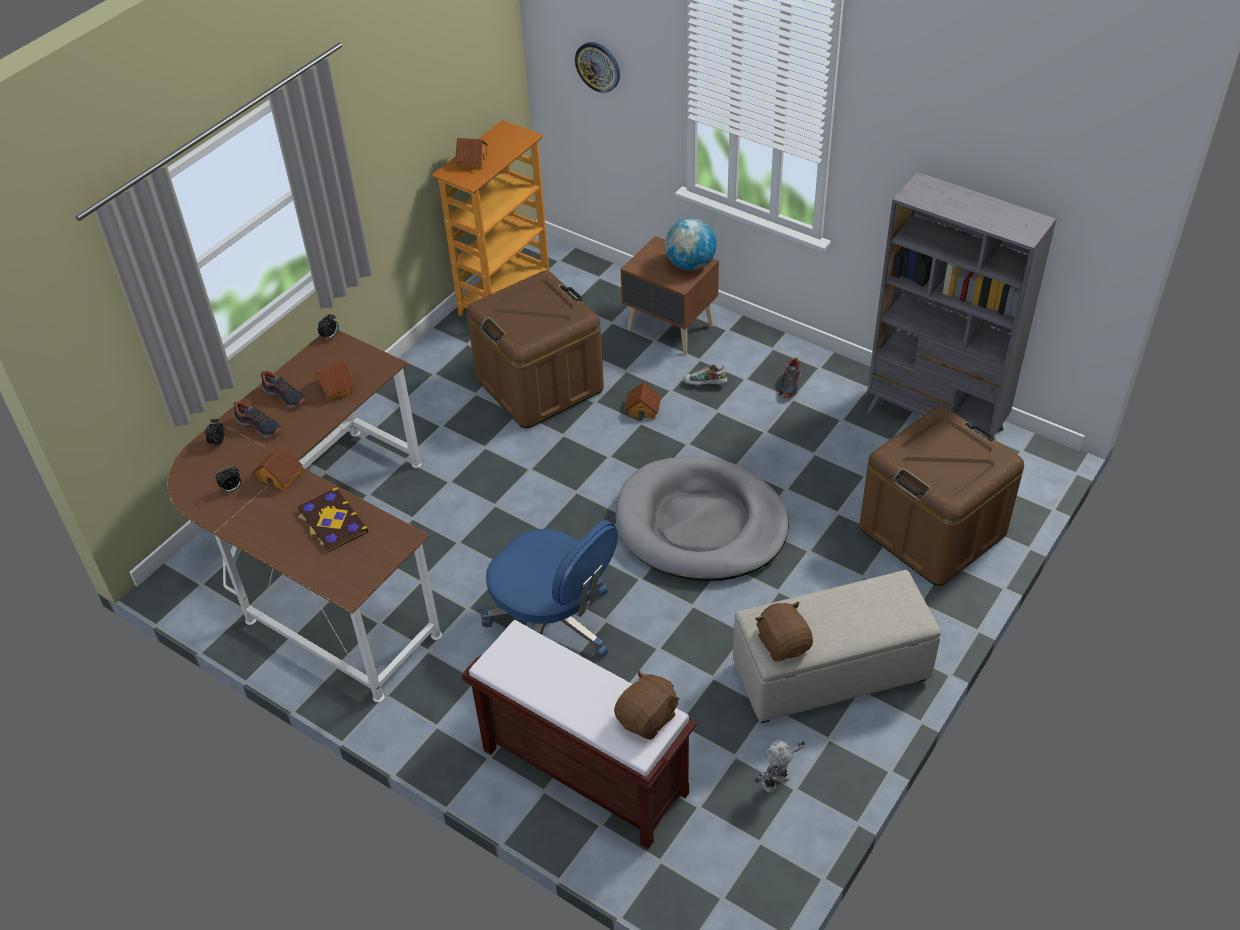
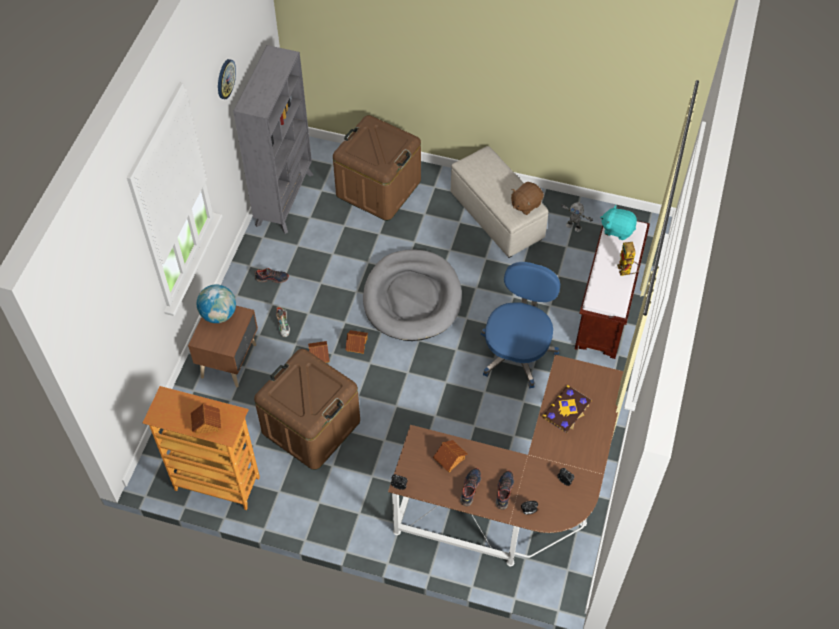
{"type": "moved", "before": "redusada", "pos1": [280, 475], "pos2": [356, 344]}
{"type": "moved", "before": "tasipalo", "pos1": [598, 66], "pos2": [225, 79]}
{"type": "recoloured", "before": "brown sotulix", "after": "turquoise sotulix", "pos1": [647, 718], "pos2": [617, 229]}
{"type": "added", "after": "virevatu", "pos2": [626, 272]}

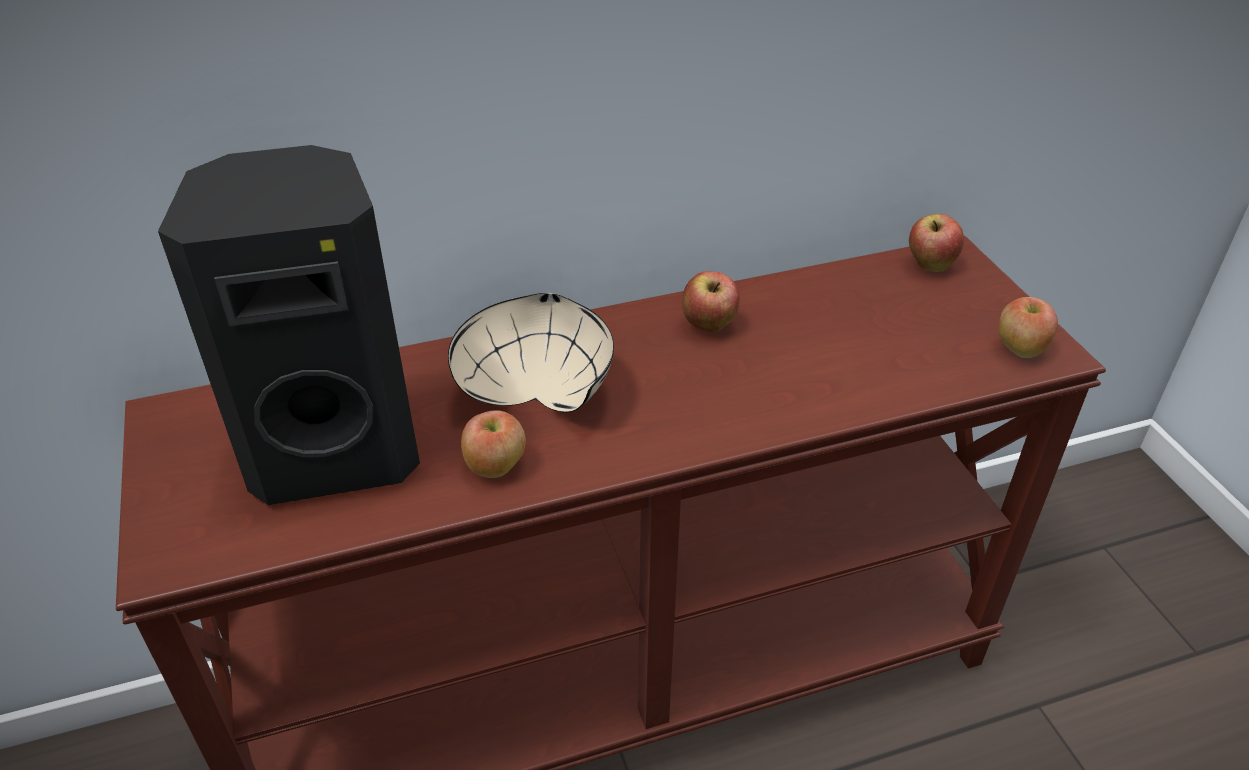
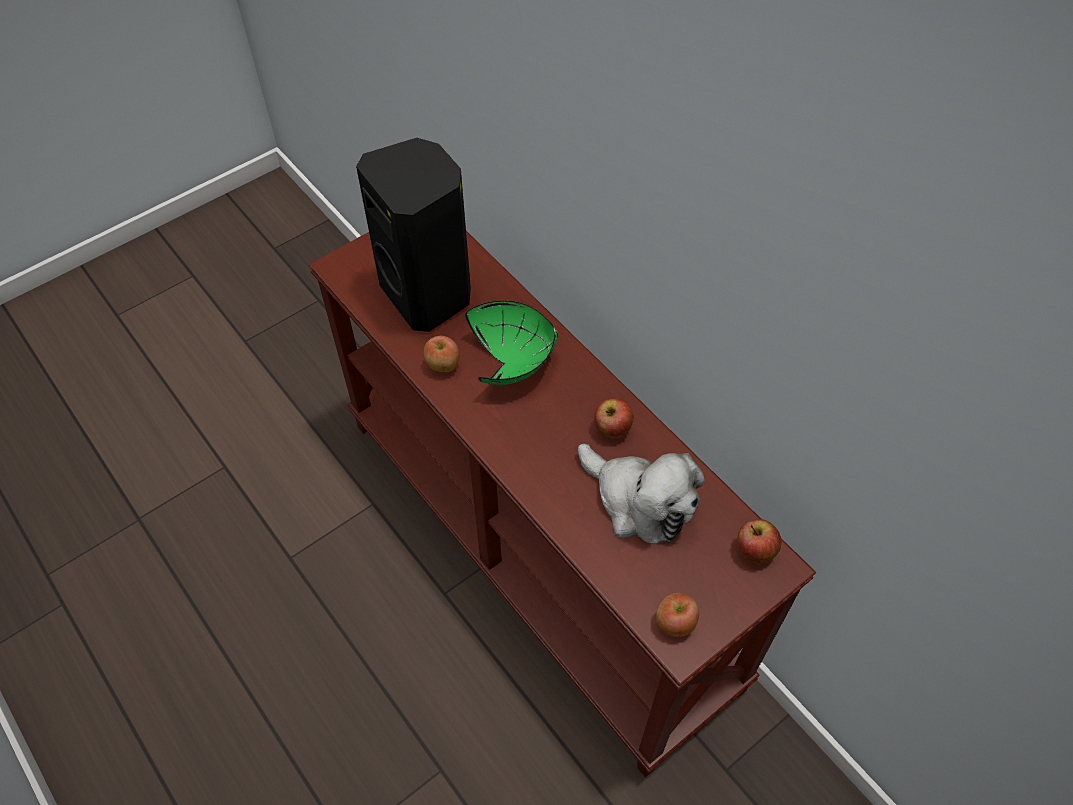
{"type": "recoloured", "before": "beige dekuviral", "after": "green dekuviral", "pos1": [537, 387], "pos2": [514, 361]}
{"type": "added", "after": "sotulix", "pos2": [639, 501]}

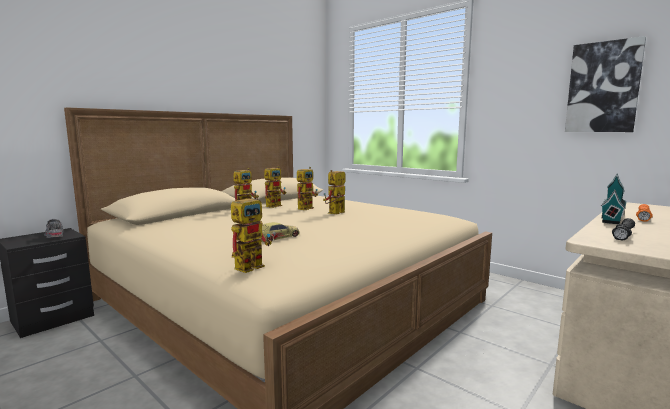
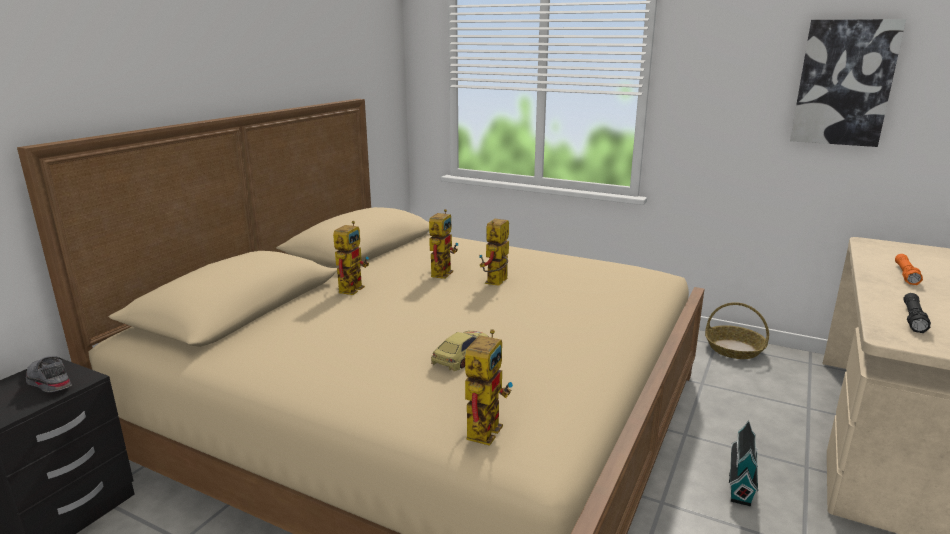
{"type": "removed", "before": "virevatu", "pos1": [275, 205]}
{"type": "moved", "before": "redusada", "pos1": [612, 218], "pos2": [741, 480]}
{"type": "added", "after": "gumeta", "pos2": [734, 349]}

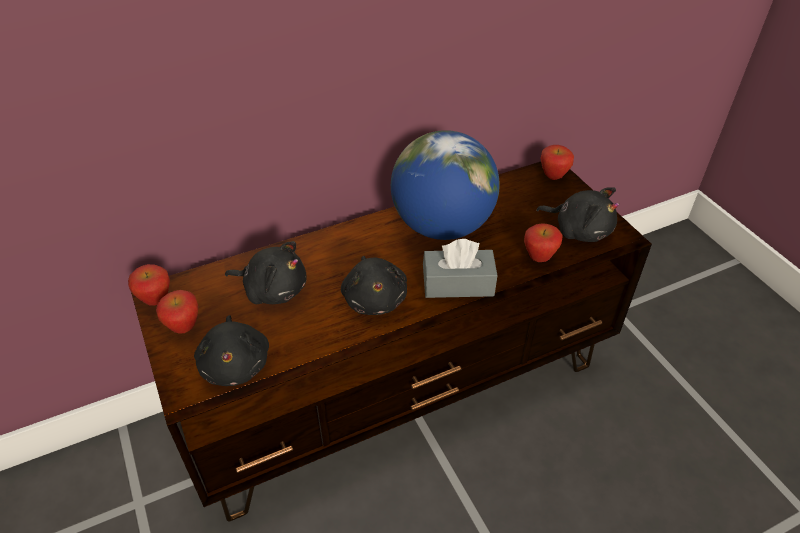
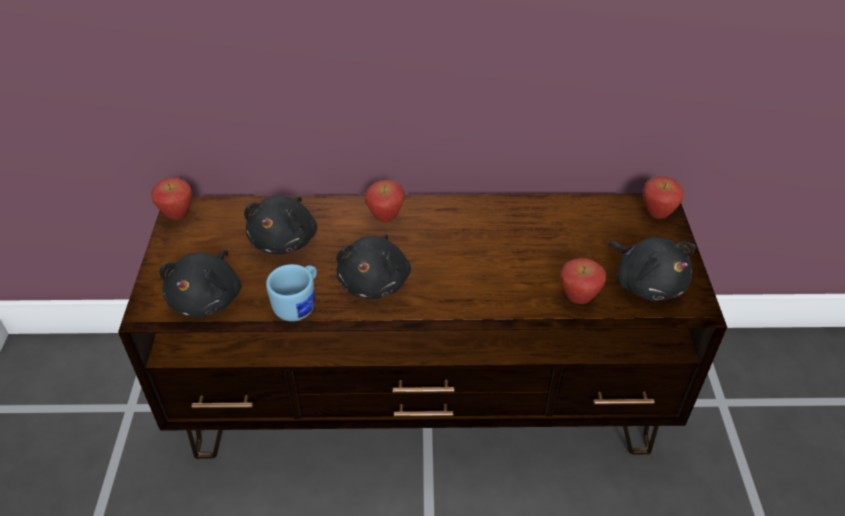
{"type": "moved", "before": "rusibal", "pos1": [184, 327], "pos2": [385, 218]}
{"type": "turned", "before": "black sotulix", "pos1": [273, 289], "pos2": [285, 240], "turn": 60}
{"type": "removed", "before": "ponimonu", "pos1": [442, 226]}
{"type": "removed", "before": "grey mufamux", "pos1": [458, 284]}
{"type": "added", "after": "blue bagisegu", "pos2": [299, 304]}

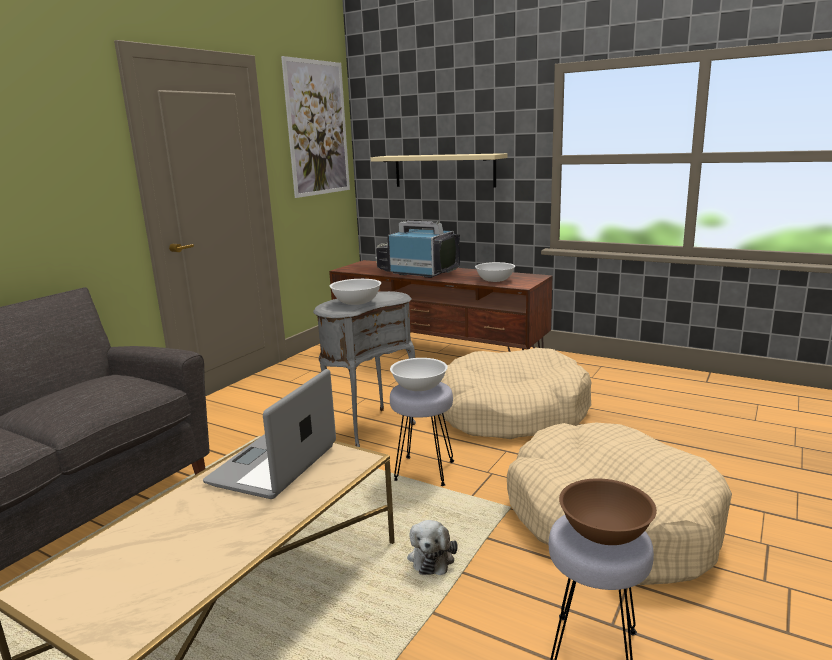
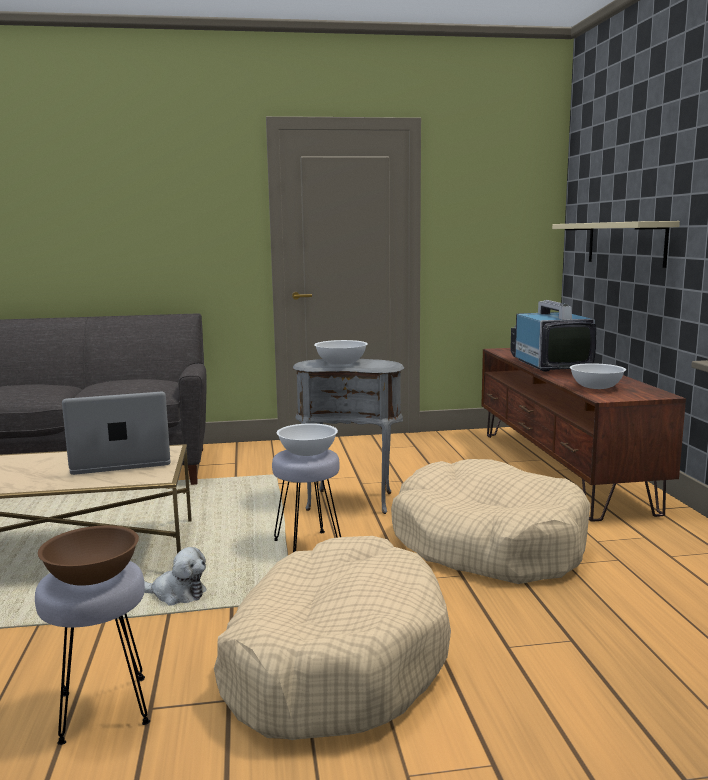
{"type": "removed", "before": "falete", "pos1": [317, 128]}
{"type": "turned", "before": "sotulix", "pos1": [431, 557], "pos2": [176, 595], "turn": -135}

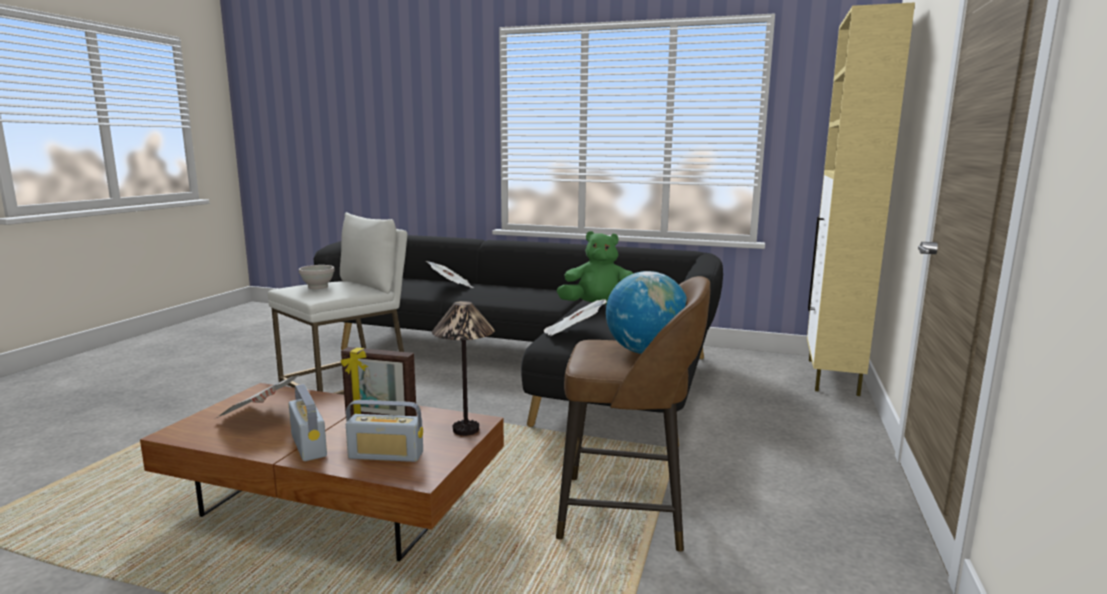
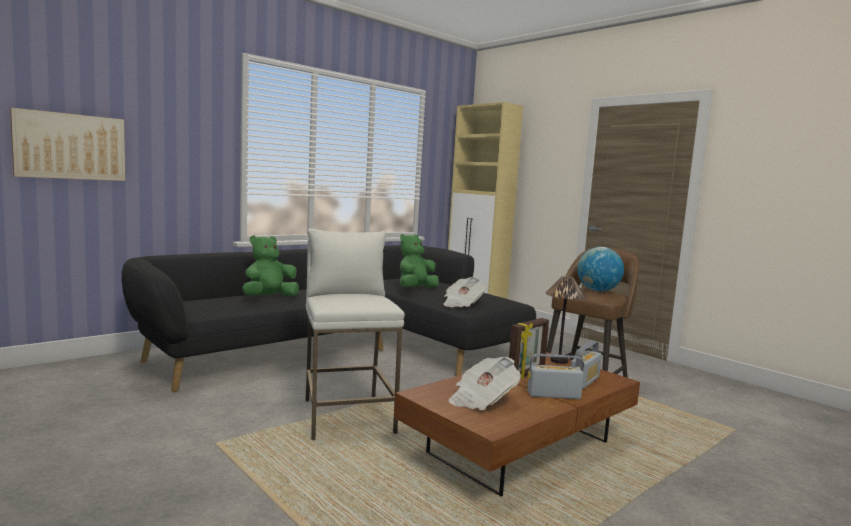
{"type": "removed", "before": "white dekuviral", "pos1": [318, 287]}
{"type": "replaced", "before": "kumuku", "after": "green sotulix", "pos1": [451, 287], "pos2": [269, 298]}
{"type": "added", "after": "falete", "pos2": [70, 146]}

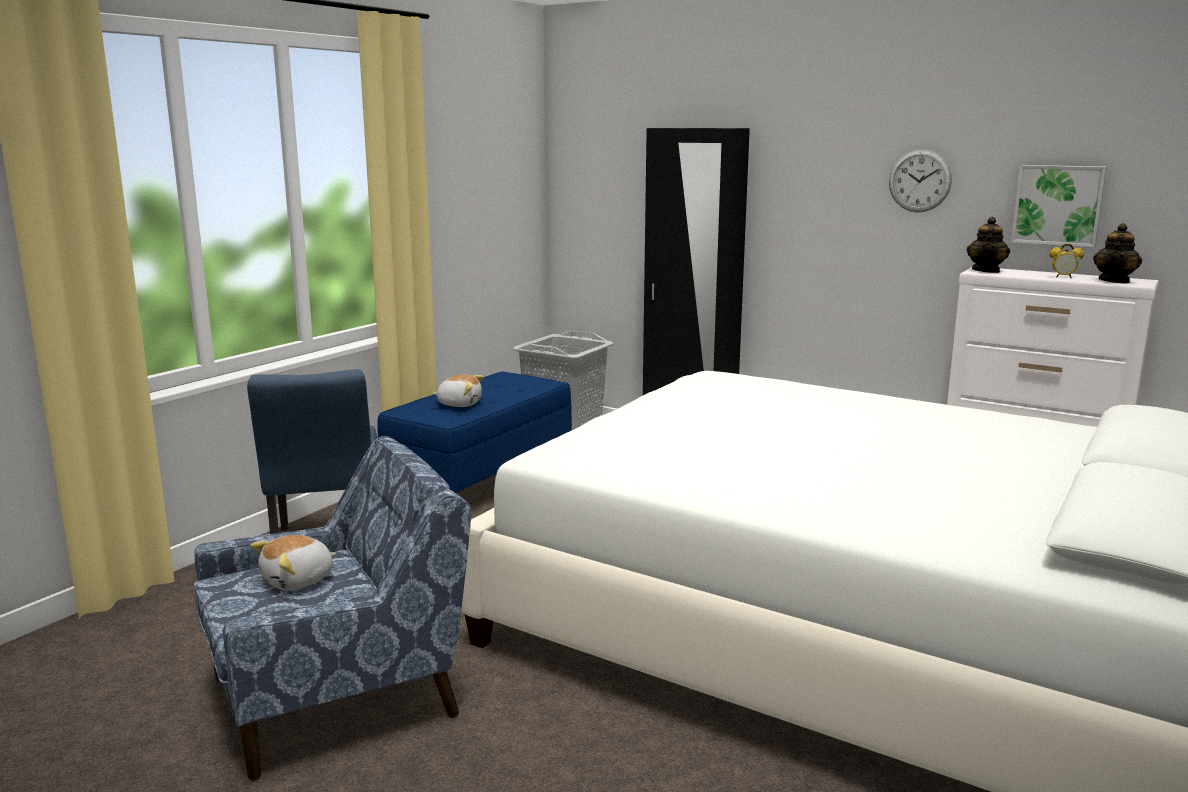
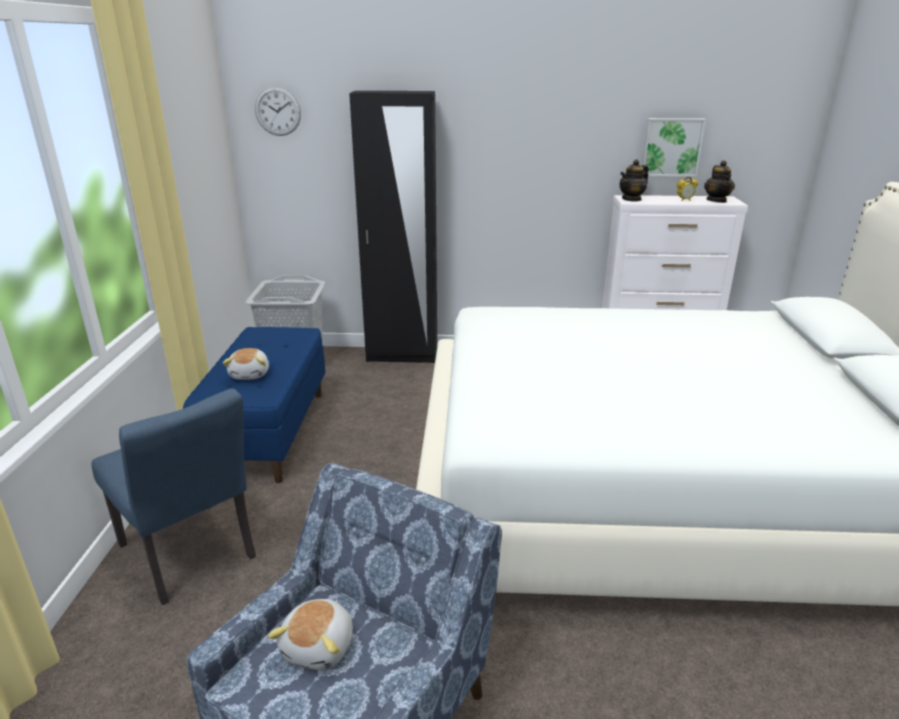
{"type": "turned", "before": "sotulix", "pos1": [459, 404], "pos2": [250, 374], "turn": 105}
{"type": "moved", "before": "tasipalo", "pos1": [919, 181], "pos2": [278, 111]}
{"type": "turned", "before": "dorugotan", "pos1": [986, 271], "pos2": [632, 199], "turn": 60}

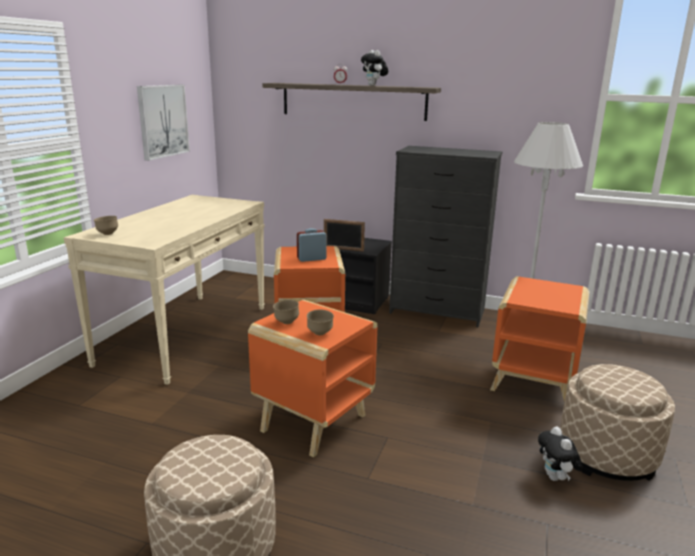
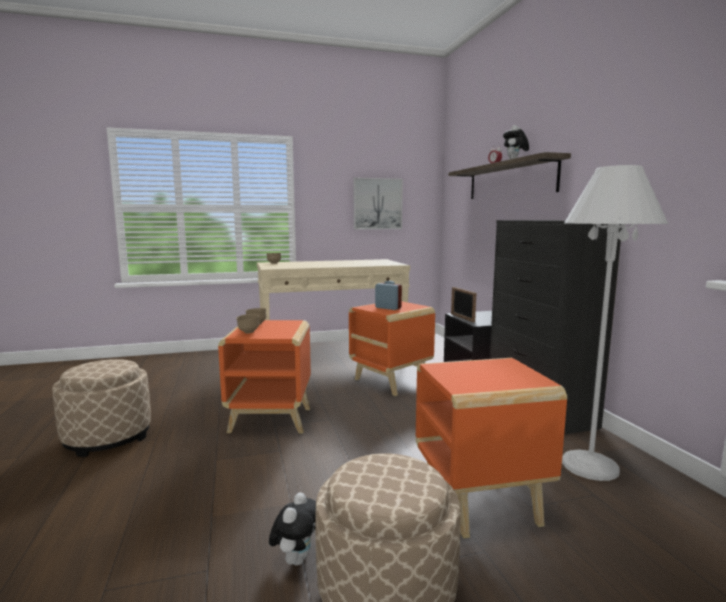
{"type": "turned", "before": "sotulix", "pos1": [556, 478], "pos2": [296, 558], "turn": 150}

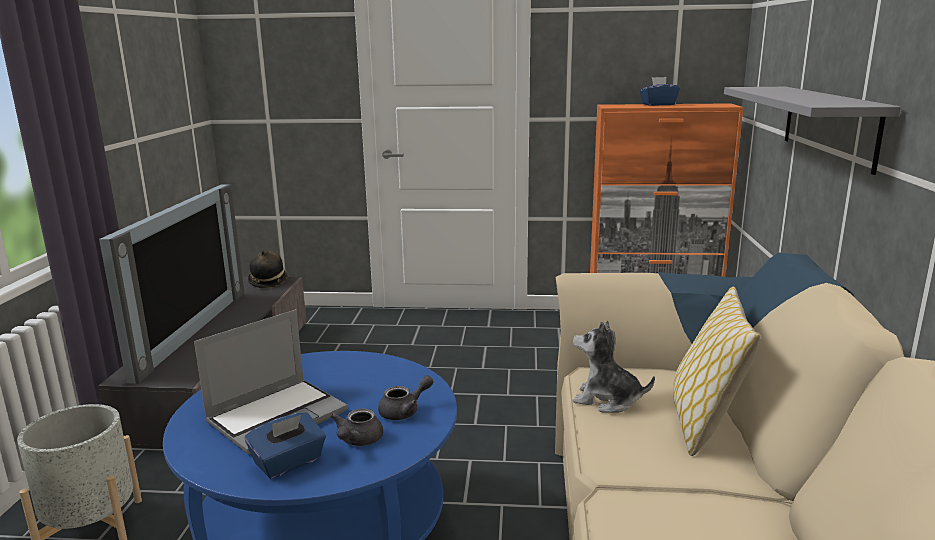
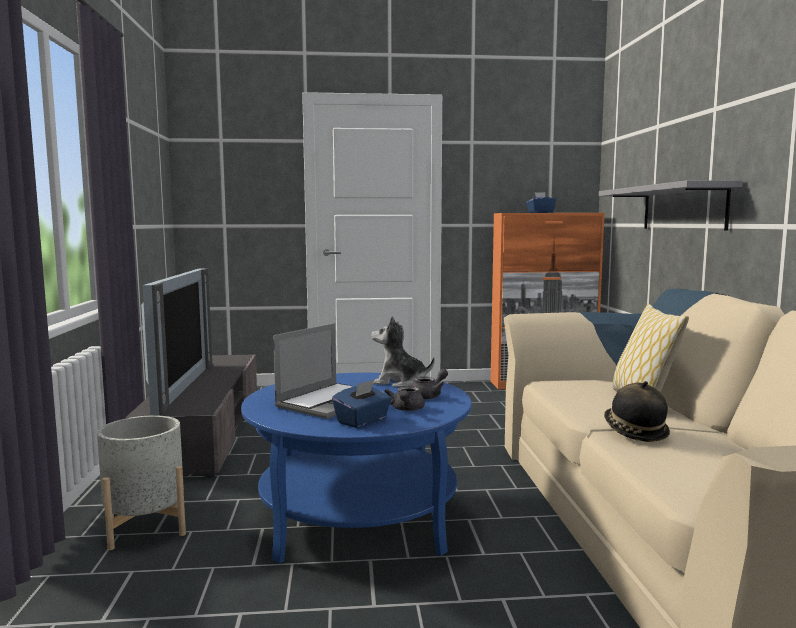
{"type": "moved", "before": "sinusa", "pos1": [268, 282], "pos2": [634, 432]}
{"type": "moved", "before": "sotulix", "pos1": [607, 400], "pos2": [399, 382]}

